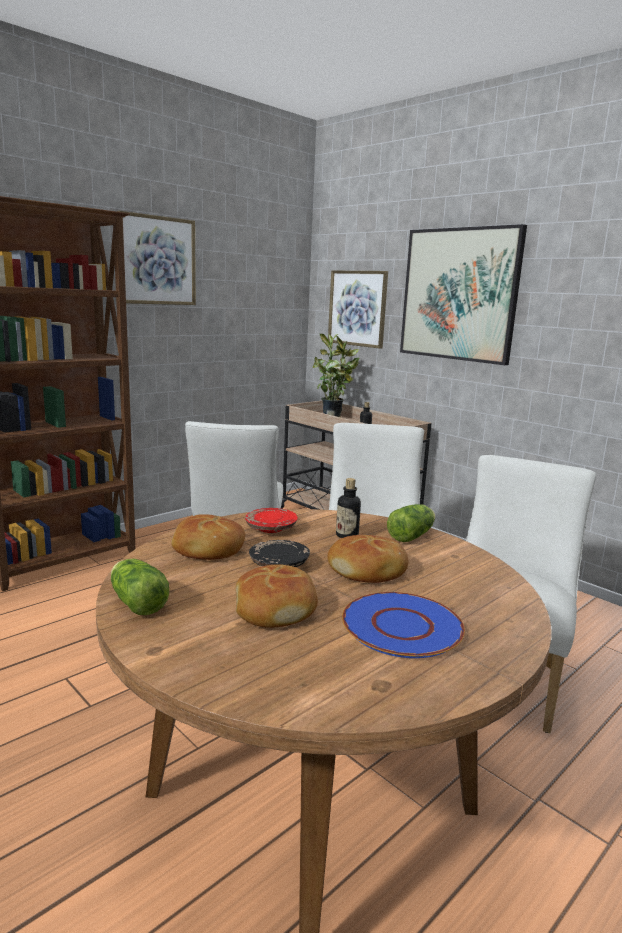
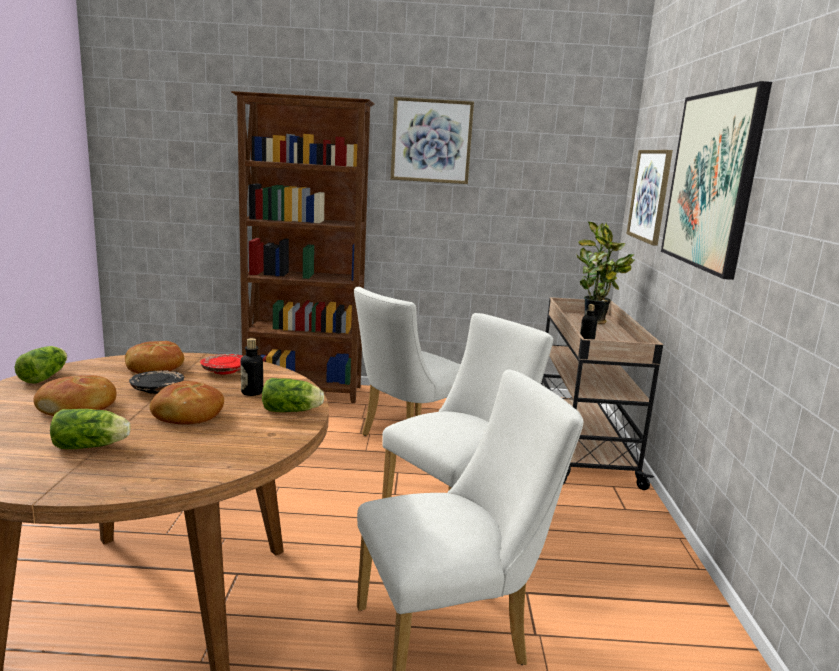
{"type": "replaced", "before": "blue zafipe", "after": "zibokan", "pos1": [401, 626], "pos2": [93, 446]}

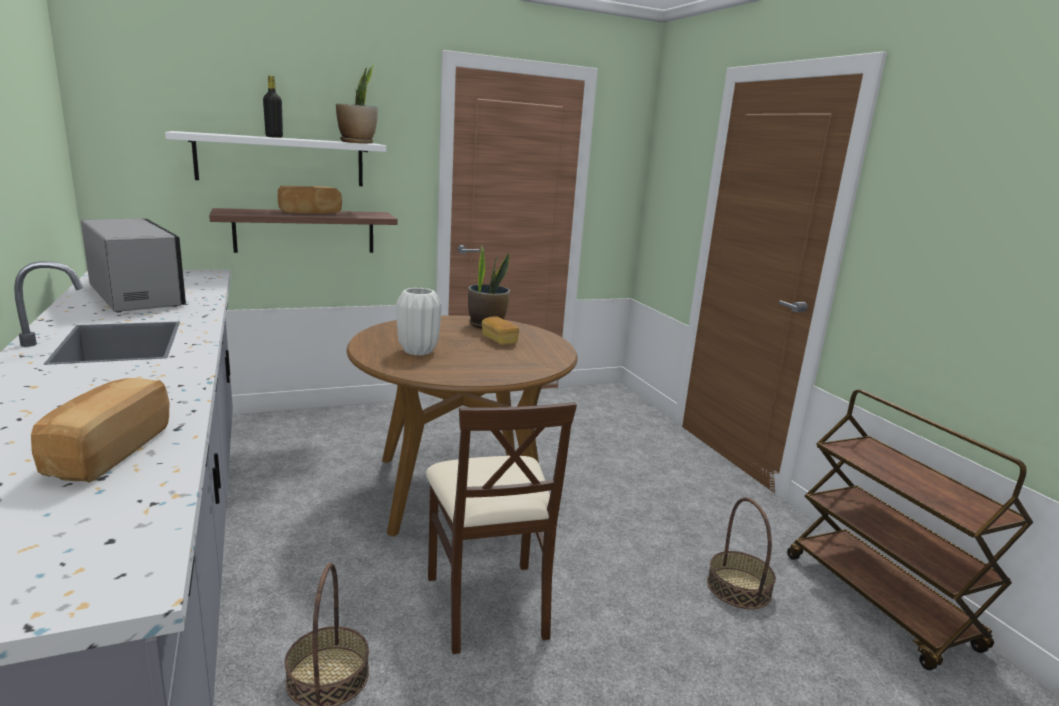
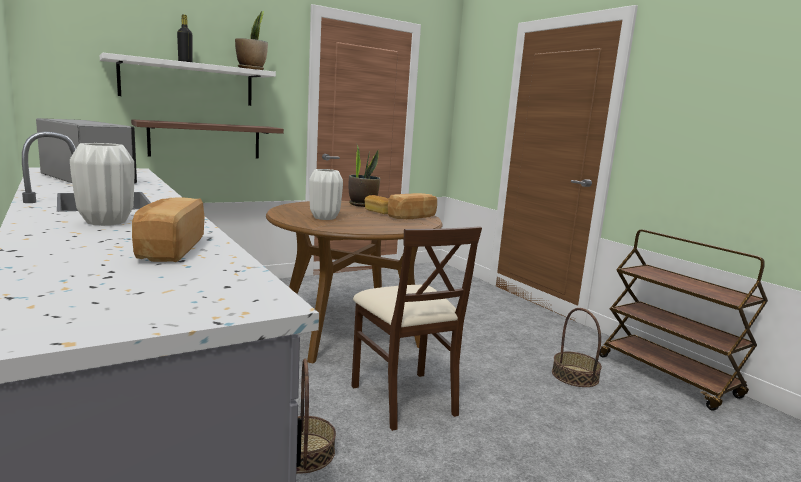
{"type": "moved", "before": "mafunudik", "pos1": [311, 213], "pos2": [413, 217]}
{"type": "added", "after": "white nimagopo", "pos2": [105, 222]}

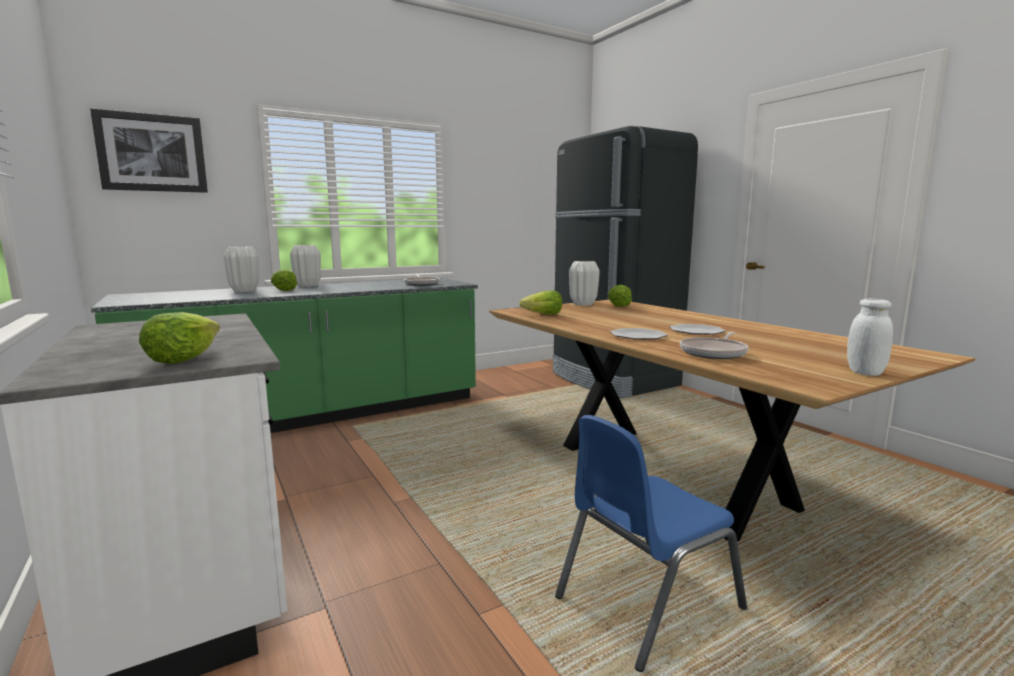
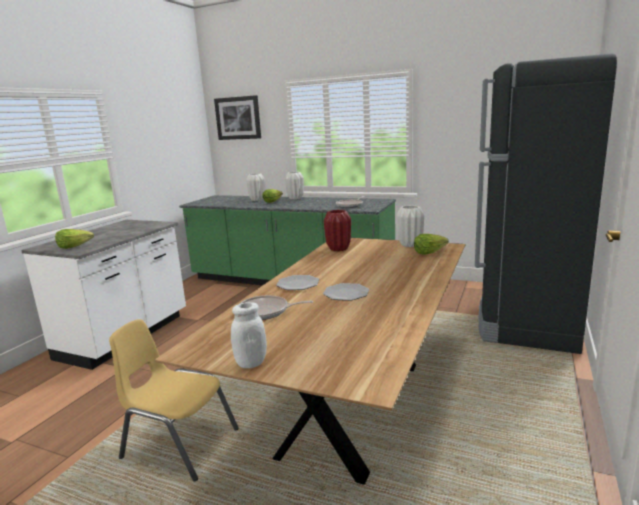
{"type": "replaced", "before": "zibokan", "after": "red nimagopo", "pos1": [543, 314], "pos2": [338, 249]}
{"type": "recoloured", "before": "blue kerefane", "after": "yellow kerefane", "pos1": [646, 602], "pos2": [179, 444]}

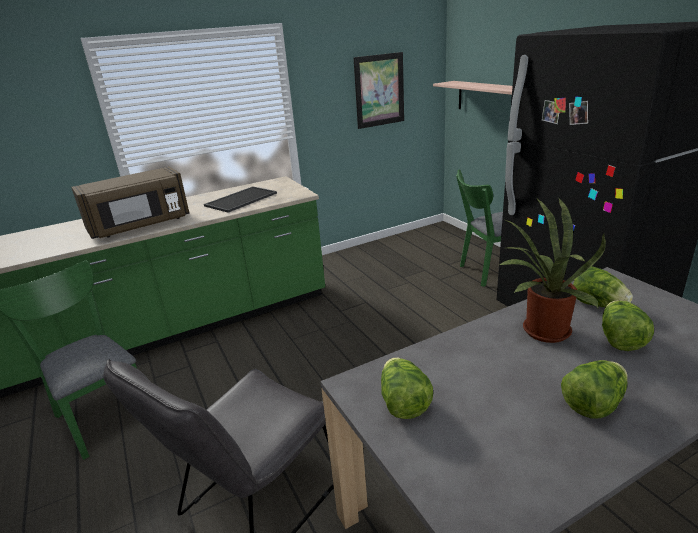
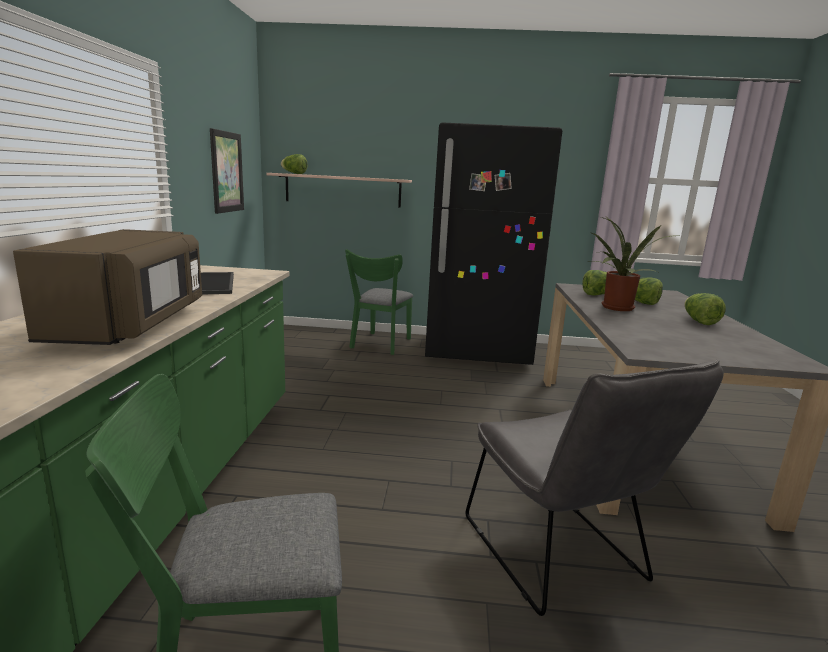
{"type": "moved", "before": "zibokan", "pos1": [403, 403], "pos2": [294, 173]}

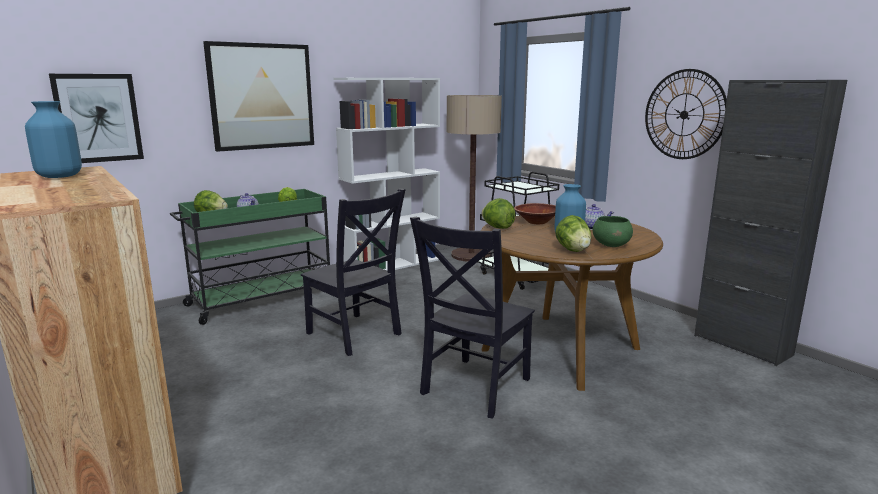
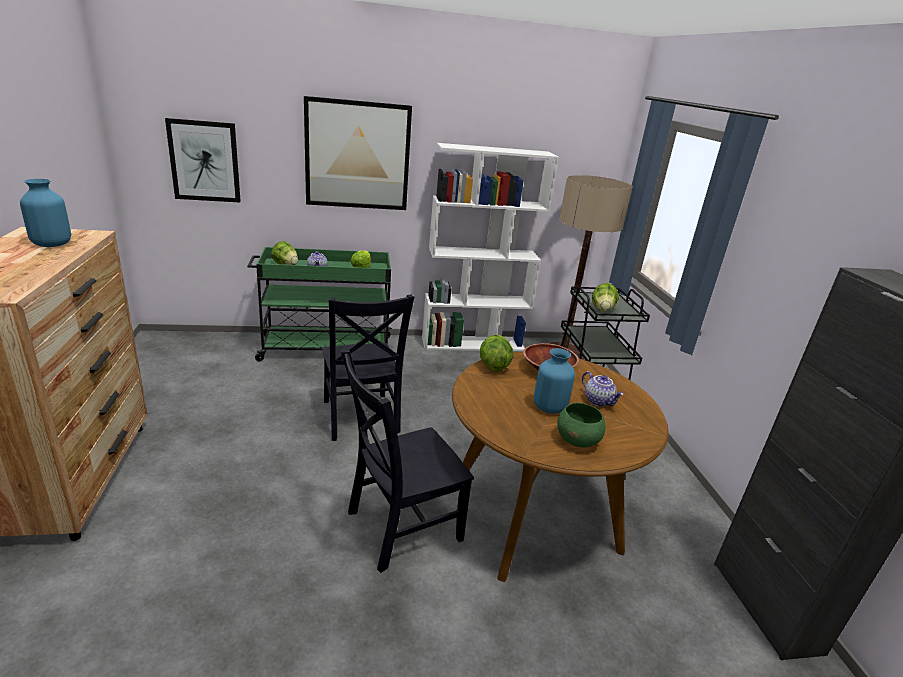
{"type": "moved", "before": "zibokan", "pos1": [573, 250], "pos2": [602, 309]}
{"type": "removed", "before": "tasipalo", "pos1": [684, 114]}

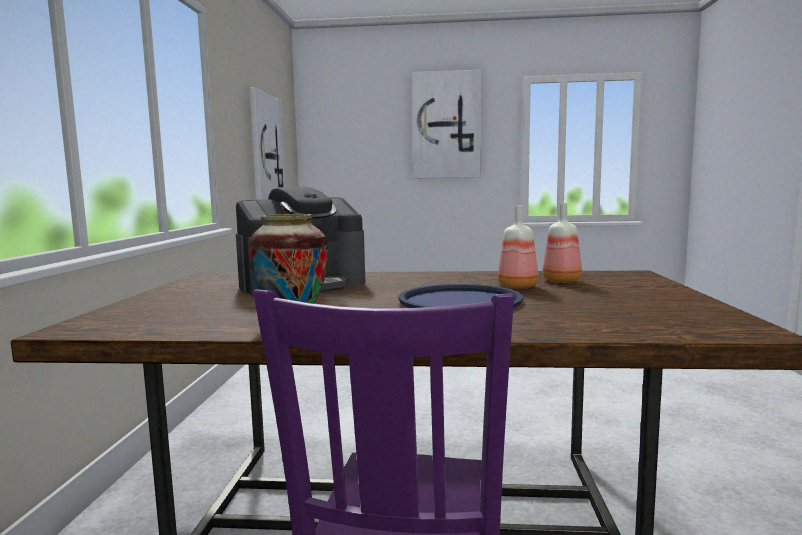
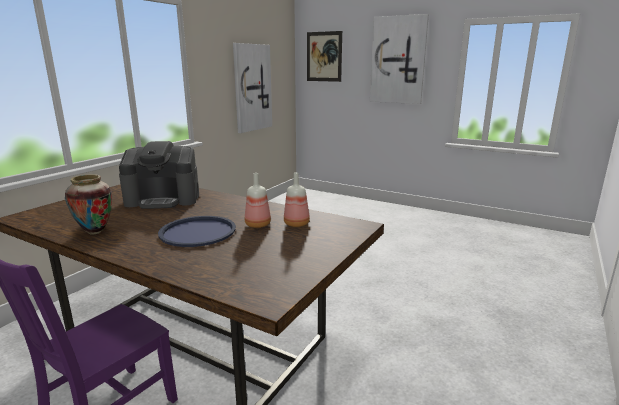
{"type": "added", "after": "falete", "pos2": [324, 56]}

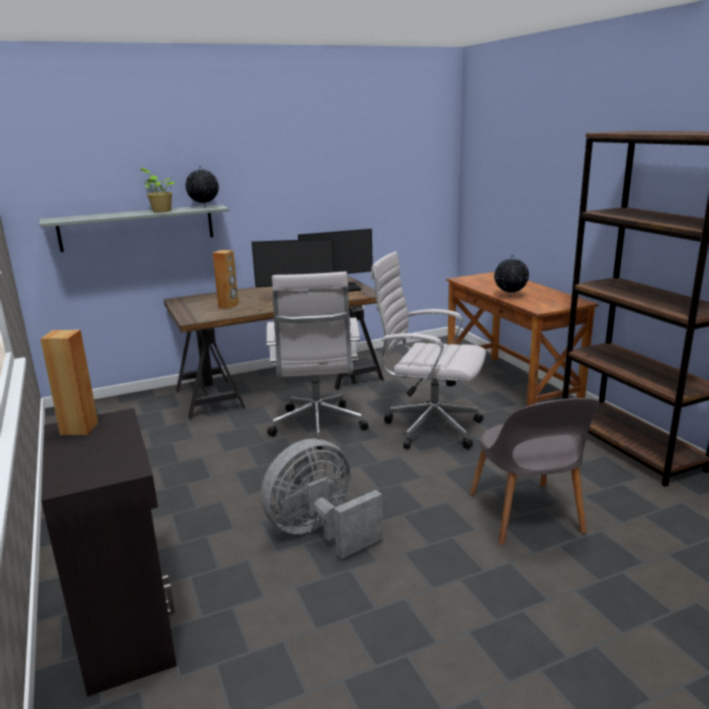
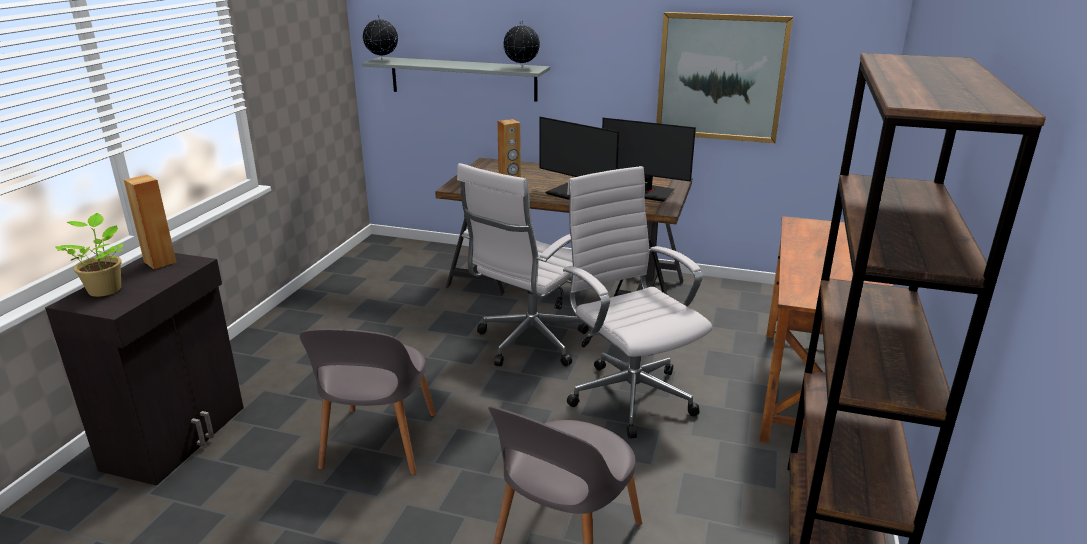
{"type": "moved", "before": "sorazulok", "pos1": [160, 211], "pos2": [105, 289]}
{"type": "replaced", "before": "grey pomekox", "after": "grey kerefane", "pos1": [320, 532], "pos2": [378, 444]}
{"type": "moved", "before": "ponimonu", "pos1": [510, 296], "pos2": [382, 60]}
{"type": "added", "after": "falete", "pos2": [720, 77]}

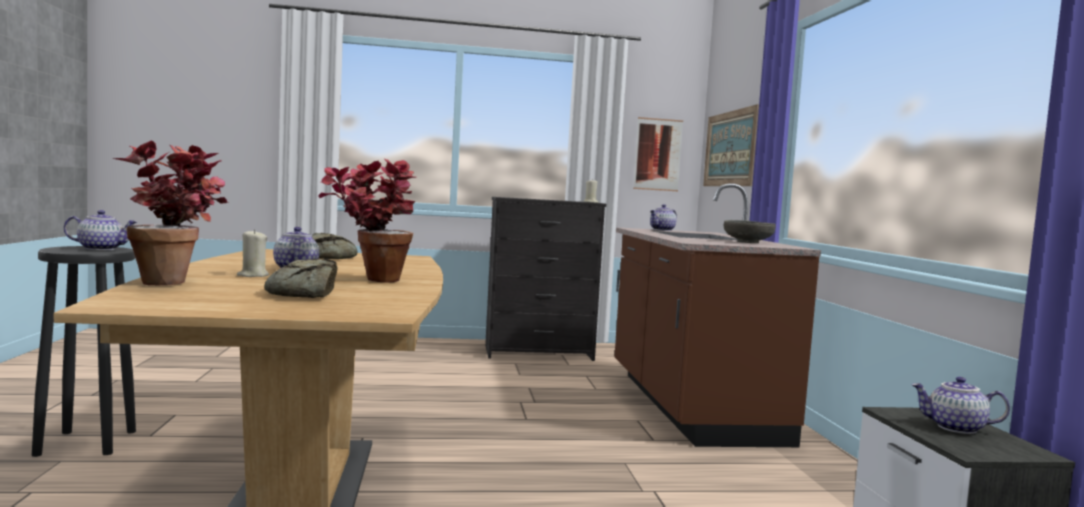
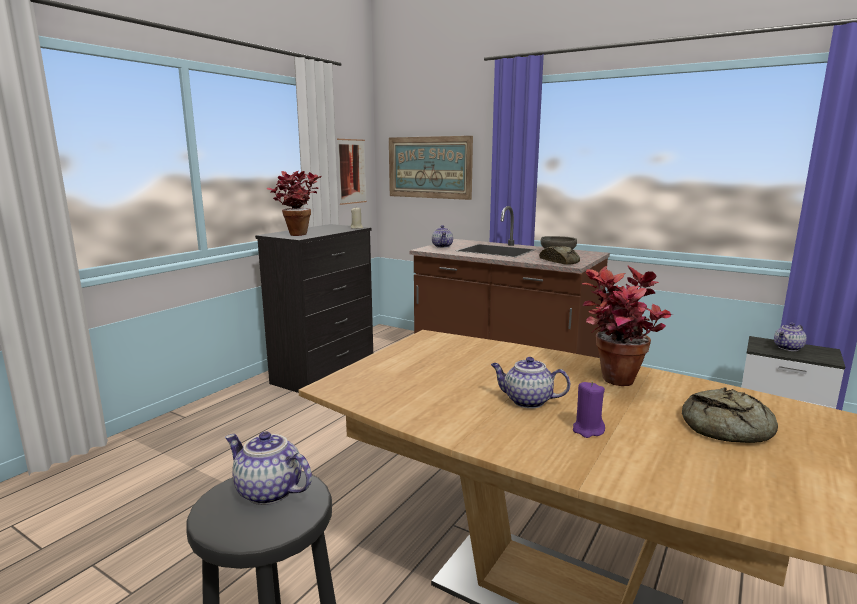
{"type": "turned", "before": "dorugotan", "pos1": [101, 249], "pos2": [267, 492], "turn": -90}
{"type": "moved", "before": "sorazulok", "pos1": [177, 282], "pos2": [296, 234]}
{"type": "recoloured", "before": "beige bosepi", "after": "purple bosepi", "pos1": [253, 275], "pos2": [588, 430]}
{"type": "moved", "before": "mafunudik", "pos1": [331, 257], "pos2": [560, 261]}

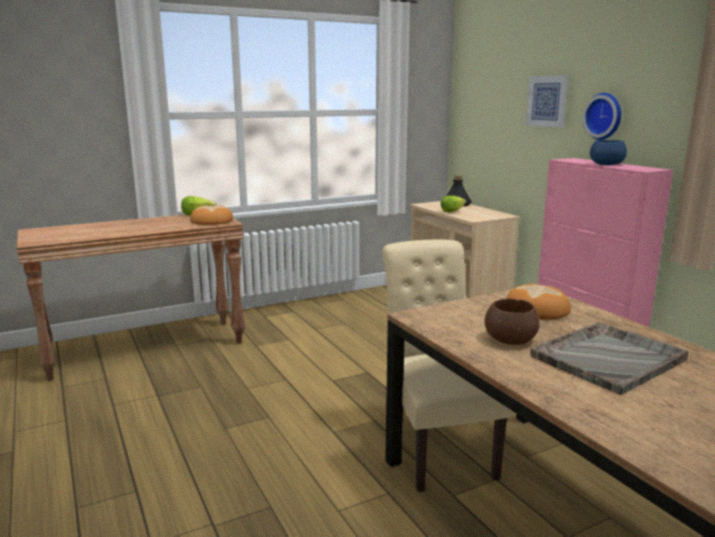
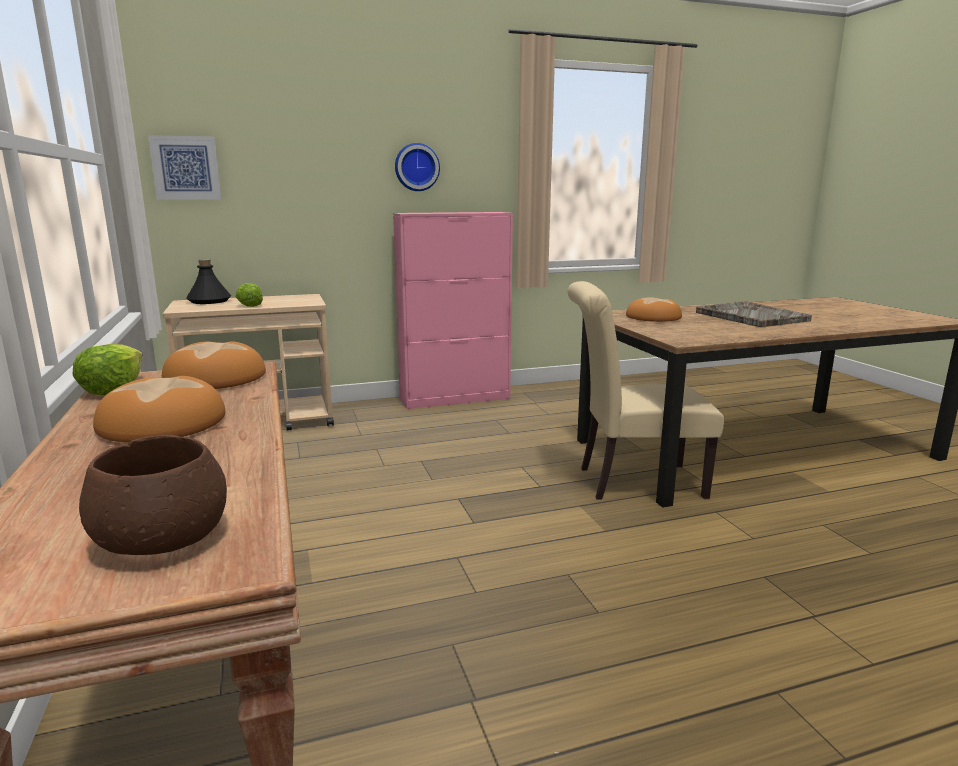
{"type": "moved", "before": "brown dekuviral", "pos1": [510, 339], "pos2": [162, 537]}
{"type": "moved", "before": "falete", "pos1": [547, 101], "pos2": [186, 168]}
{"type": "removed", "before": "blue dekuviral", "pos1": [607, 164]}
{"type": "added", "after": "mafunudik", "pos2": [161, 423]}

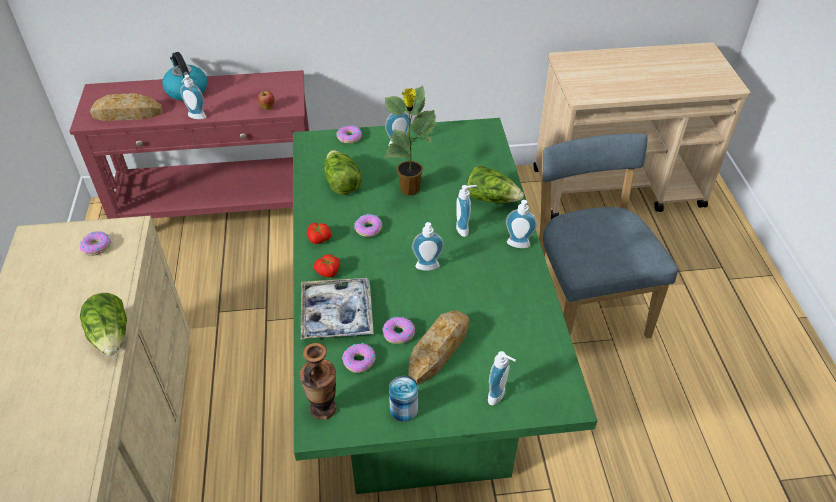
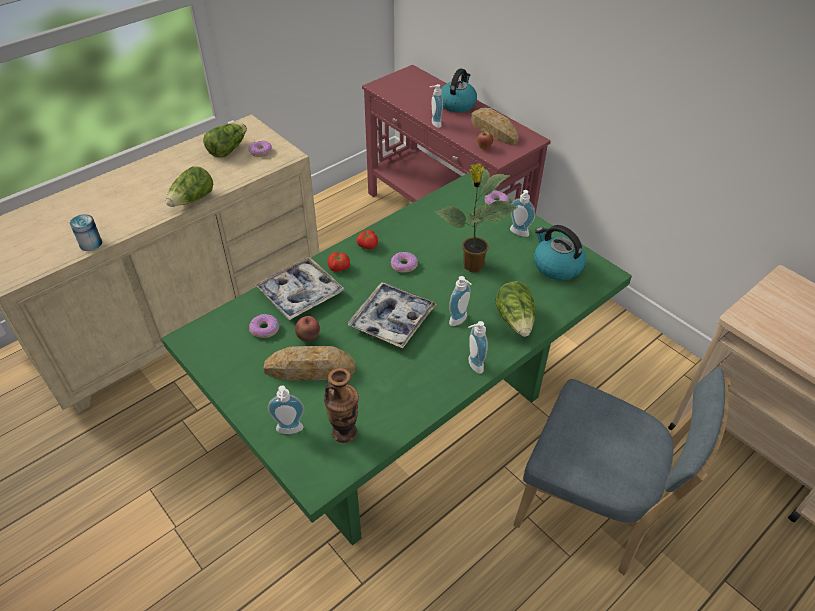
{"type": "moved", "before": "mafunudik", "pos1": [127, 113], "pos2": [493, 130]}
{"type": "moved", "before": "nimagopo", "pos1": [323, 408], "pos2": [344, 432]}
{"type": "moved", "before": "zibokan", "pos1": [341, 183], "pos2": [227, 149]}
{"type": "replaced", "before": "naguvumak", "after": "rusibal", "pos1": [398, 333], "pos2": [308, 337]}
{"type": "moved", "before": "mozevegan", "pos1": [404, 409], "pos2": [90, 243]}
{"type": "replaced", "before": "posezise", "after": "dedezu", "pos1": [427, 268], "pos2": [392, 320]}
{"type": "turned", "before": "blue kerefane", "pos1": [585, 303], "pos2": [591, 510], "turn": 75}
{"type": "added", "after": "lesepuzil", "pos2": [556, 266]}

